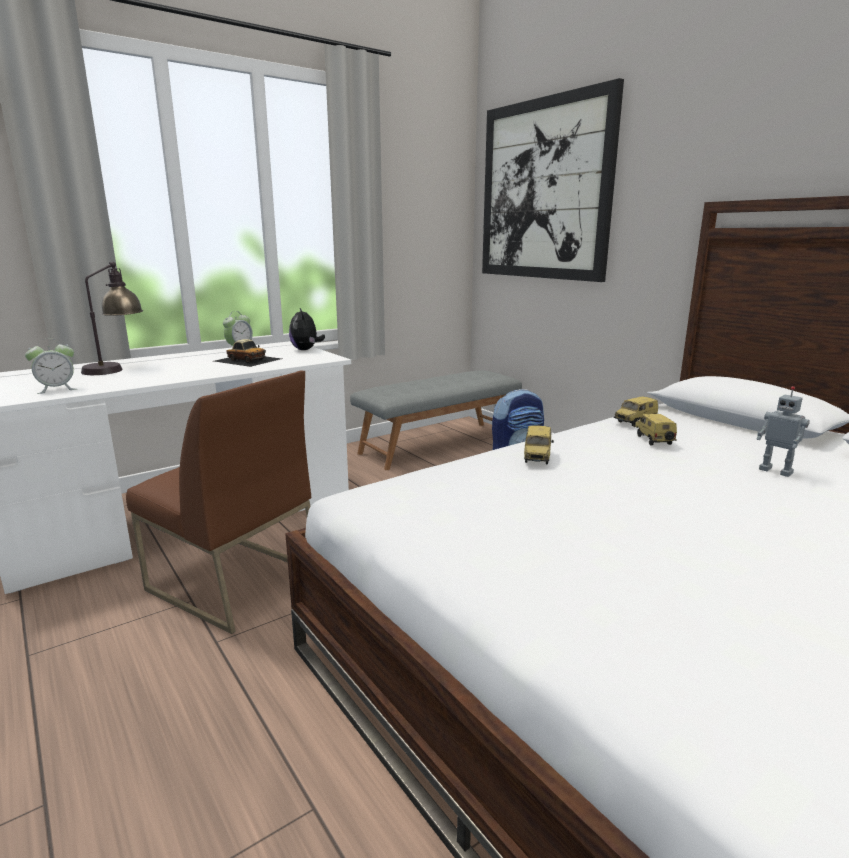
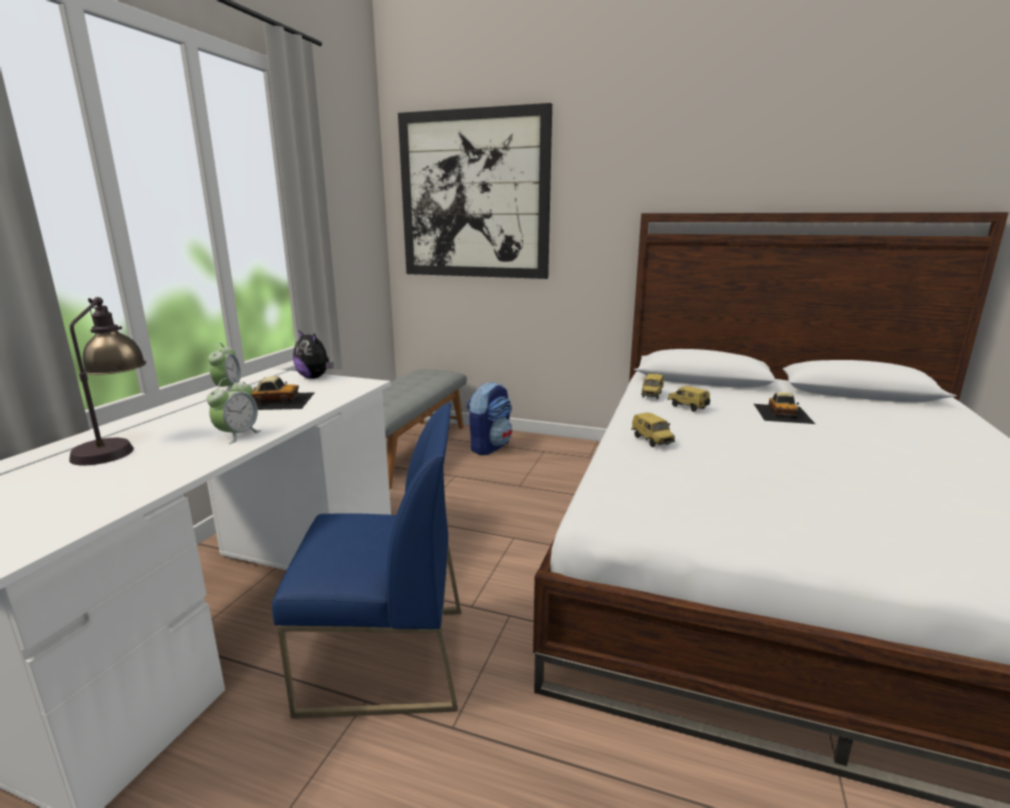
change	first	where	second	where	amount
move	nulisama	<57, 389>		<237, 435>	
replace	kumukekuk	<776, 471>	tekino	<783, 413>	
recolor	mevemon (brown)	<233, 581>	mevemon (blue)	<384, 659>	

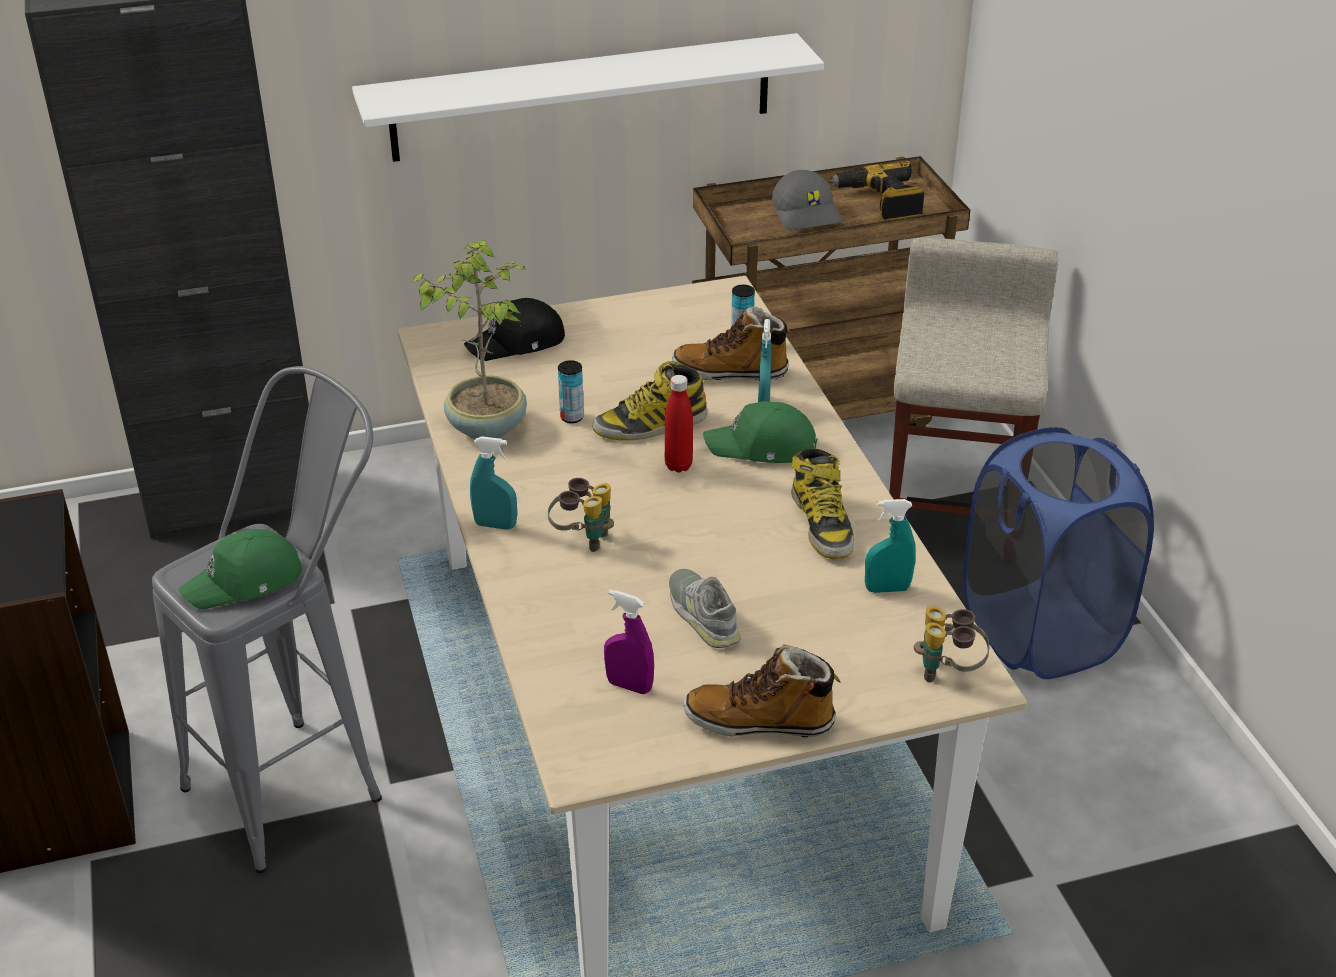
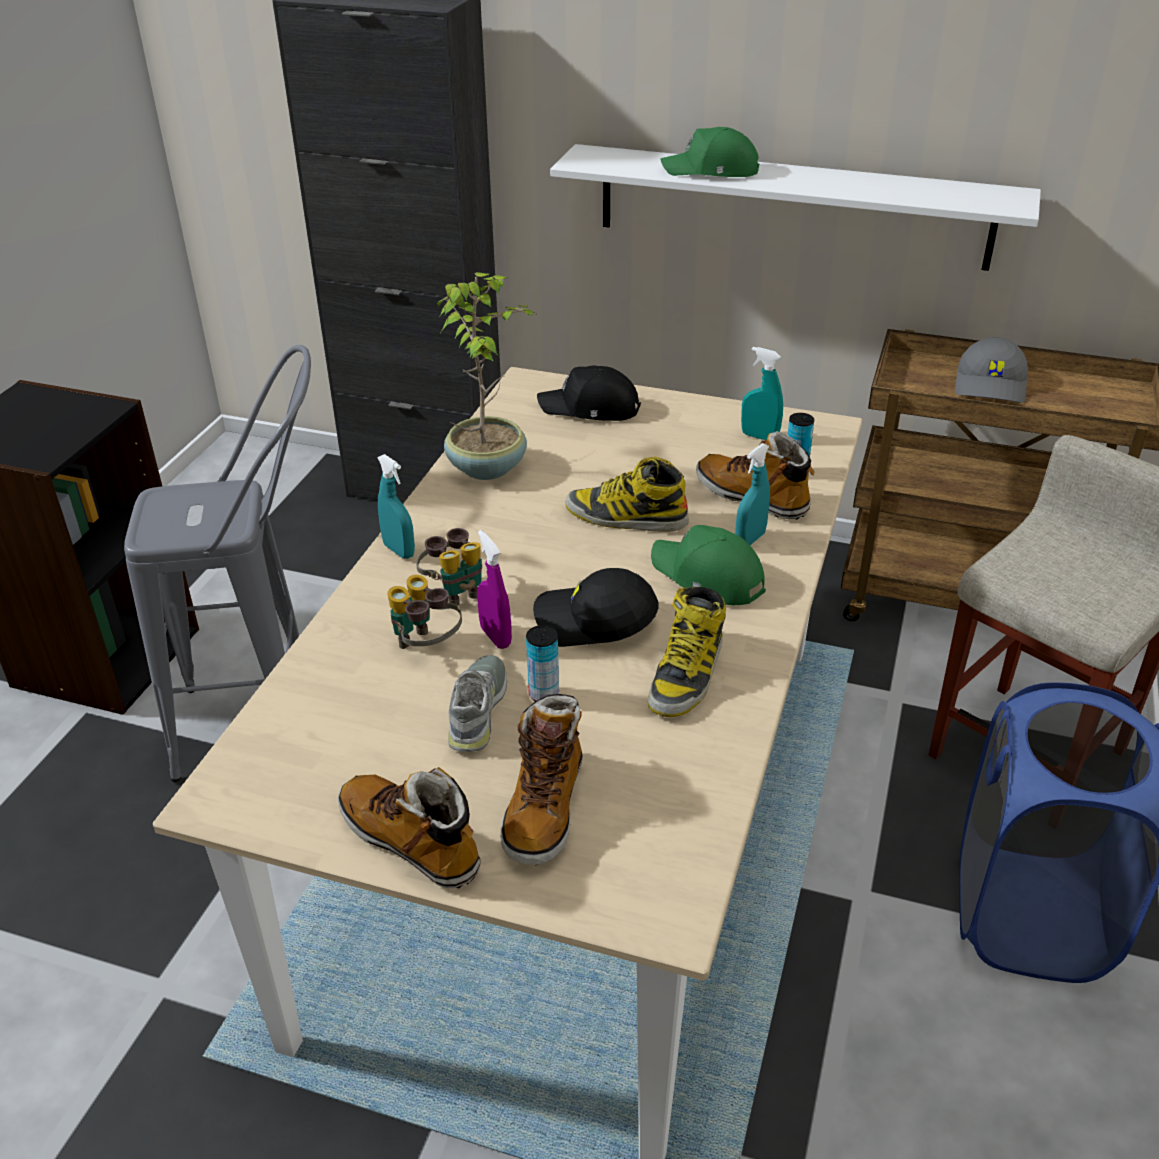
change	first	where	second	where	amount
delete	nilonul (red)	<678, 465>			
delete	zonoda	<880, 202>			
insert			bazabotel	<544, 808>	
insert			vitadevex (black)	<594, 622>	
move	vitadevex (green)	<245, 582>		<712, 171>	
move	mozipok	<572, 417>		<543, 694>	
move	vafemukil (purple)	<629, 686>		<495, 637>	
move	vafemukil (turquoise)	<887, 589>		<759, 437>	
move	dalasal	<947, 672>		<426, 647>	

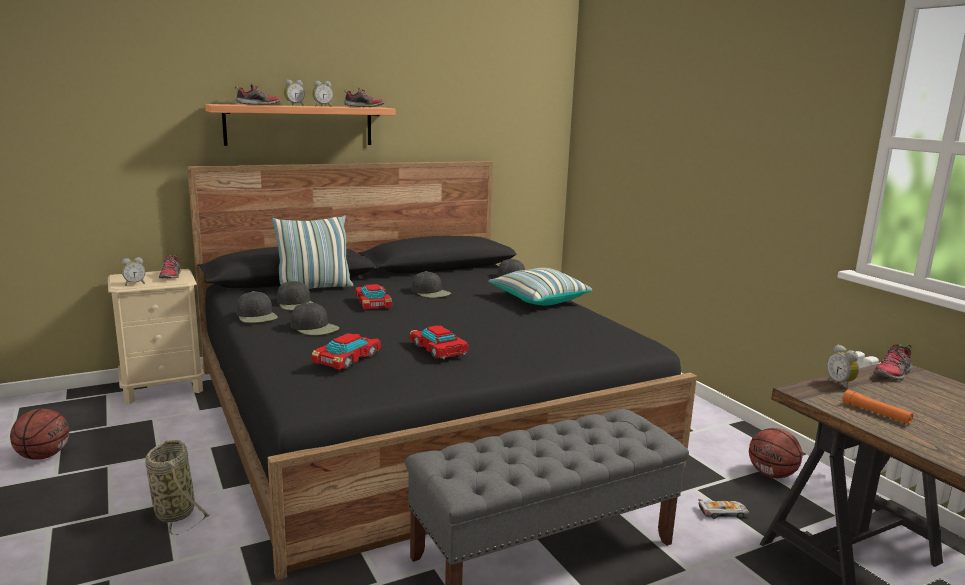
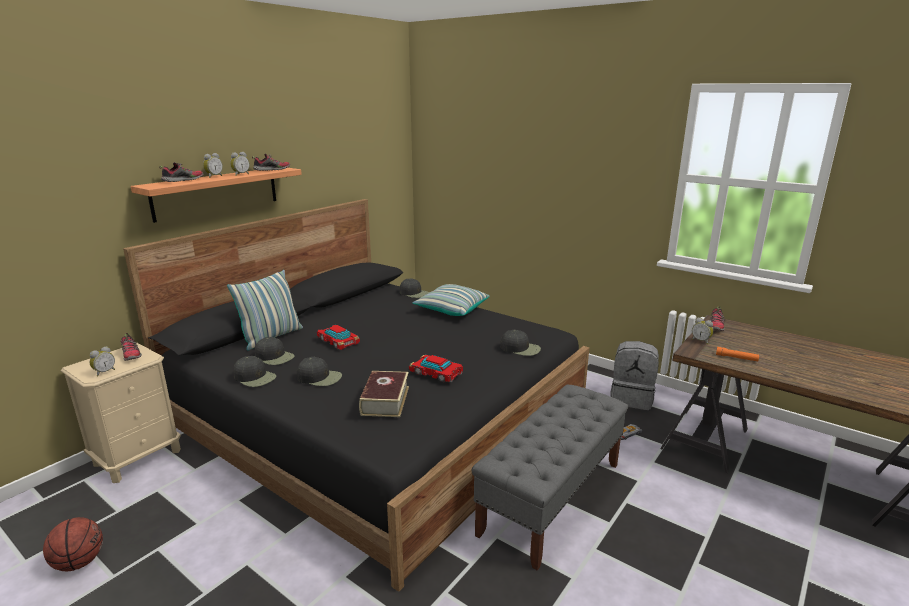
change	first	where	second	where	amount
delete	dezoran	<174, 511>			
move	vitadevex (black)	<431, 292>		<520, 348>	
replace	tekino	<348, 358>	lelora	<385, 400>	
replace	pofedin	<771, 474>	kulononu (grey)	<632, 398>	

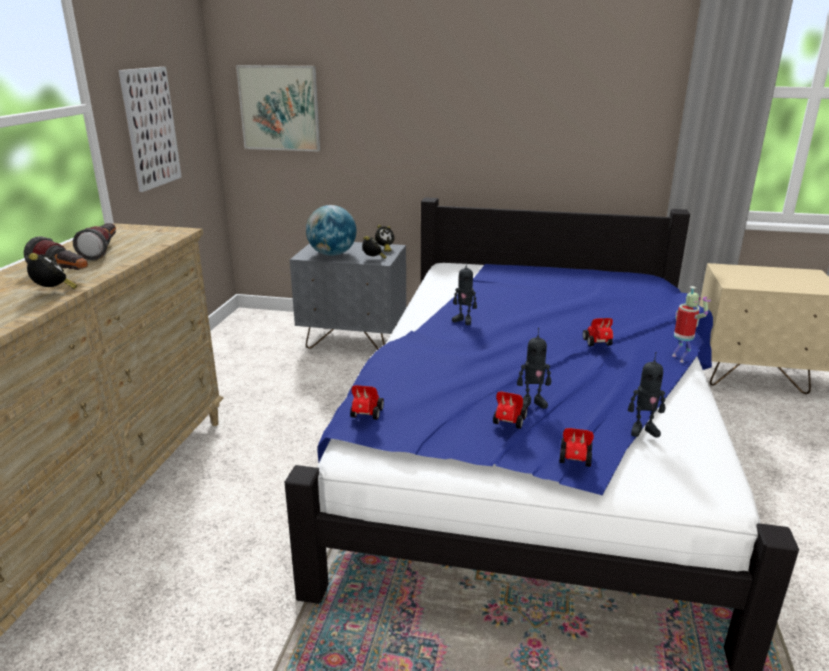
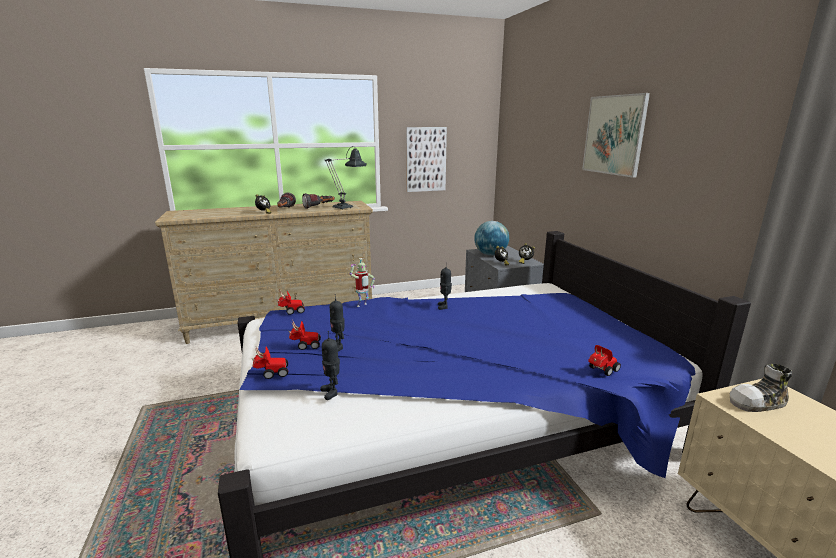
change	first	where	second	where	amount
insert			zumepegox	<346, 207>	
insert			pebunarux	<759, 403>	
move	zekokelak	<279, 108>		<614, 135>	
move	tekino	<598, 344>		<601, 371>	
move	kumukekuk	<680, 358>		<362, 305>	

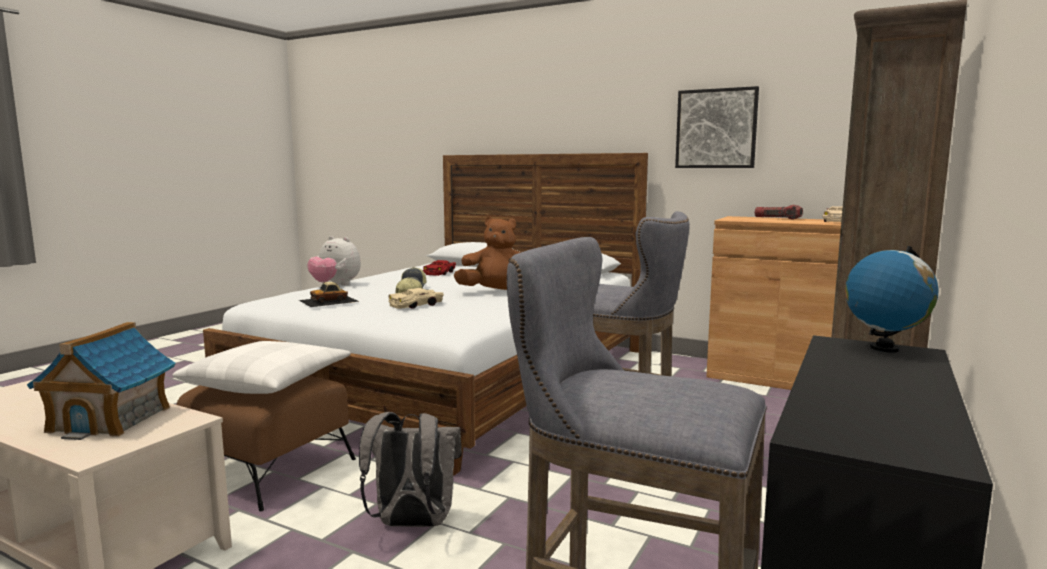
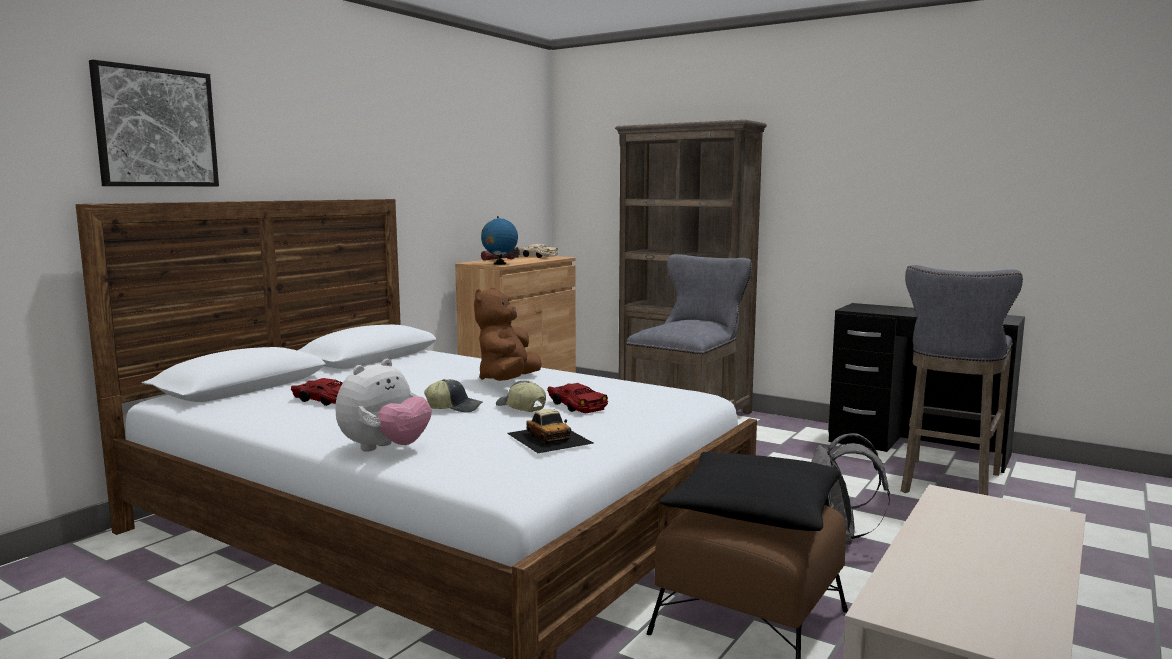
change	first	where	second	where	amount
delete	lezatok	<111, 419>			
move	zekokelak	<716, 129>		<156, 127>	
move	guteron	<884, 348>		<499, 264>	
recolor	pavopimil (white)	<267, 381>	pavopimil (black)	<753, 509>	
recolor	tekino (beige)	<417, 305>	tekino (red)	<576, 406>	

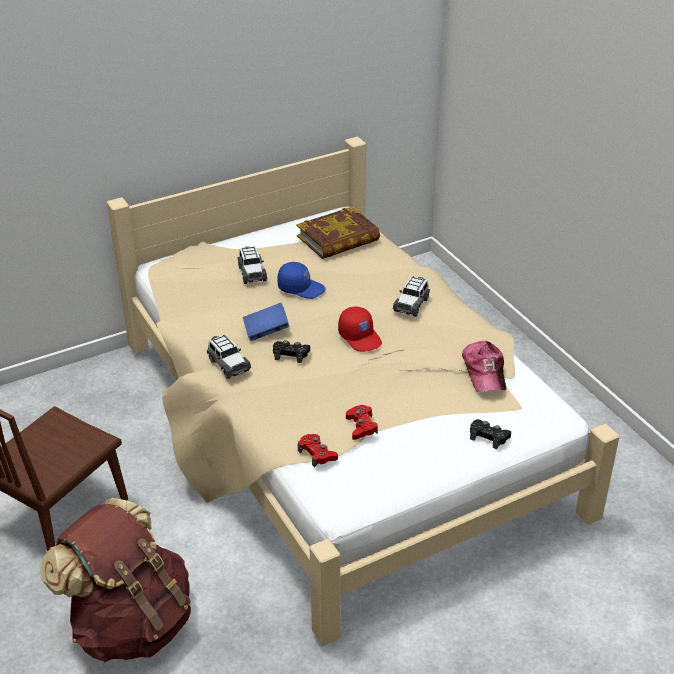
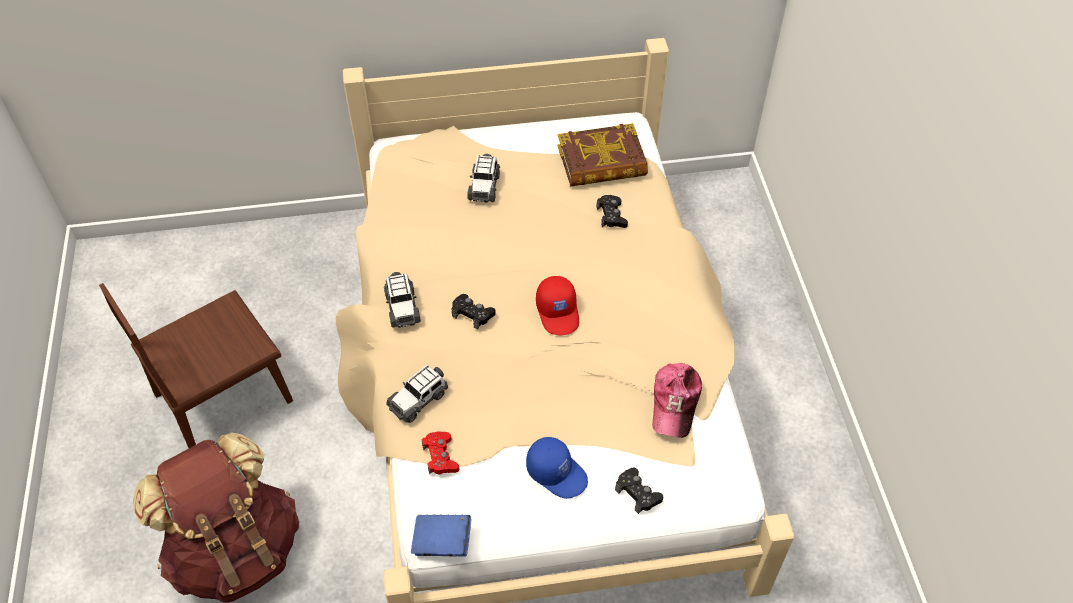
change	first	where	second	where	amount
delete	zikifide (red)	<361, 426>			
insert			zikifide (black)	<611, 216>	
move	lelora (blue)	<266, 331>		<442, 542>	
move	vitadevex (blue)	<301, 288>		<557, 472>	
move	tekino	<411, 304>		<418, 399>	

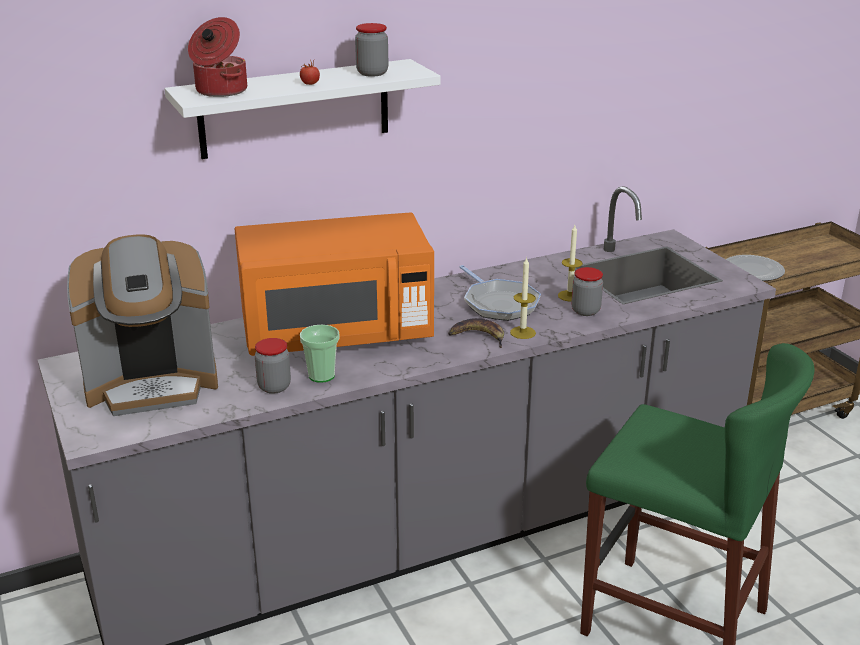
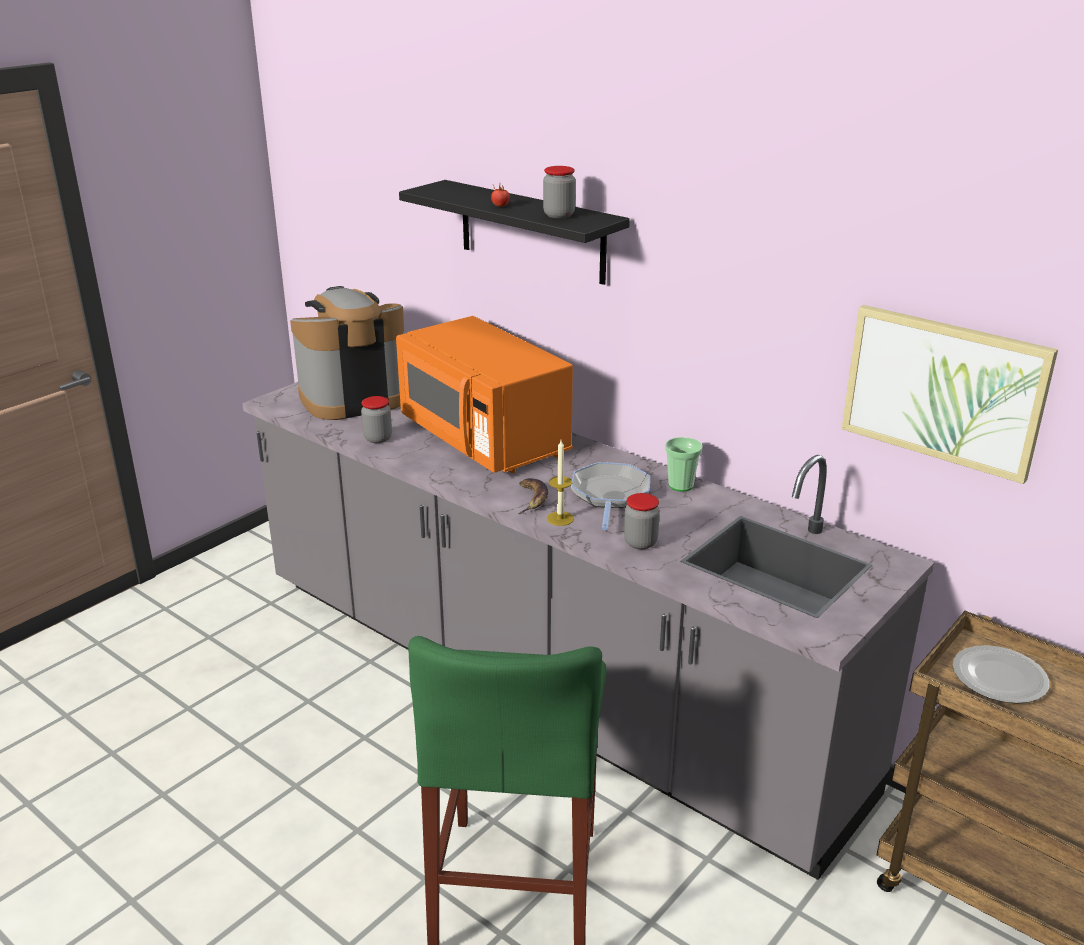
change	first	where	second	where	amount
delete	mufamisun	<220, 91>			
delete	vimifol	<569, 296>			
insert			zekokelak	<943, 390>	
move	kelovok	<321, 375>		<681, 485>	
recolor	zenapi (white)	<295, 109>	zenapi (black)	<532, 232>	
rotate	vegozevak	<152, 383>		<353, 398>	105 degrees clockwise
rotate	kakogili	<499, 303>		<610, 495>	150 degrees clockwise

